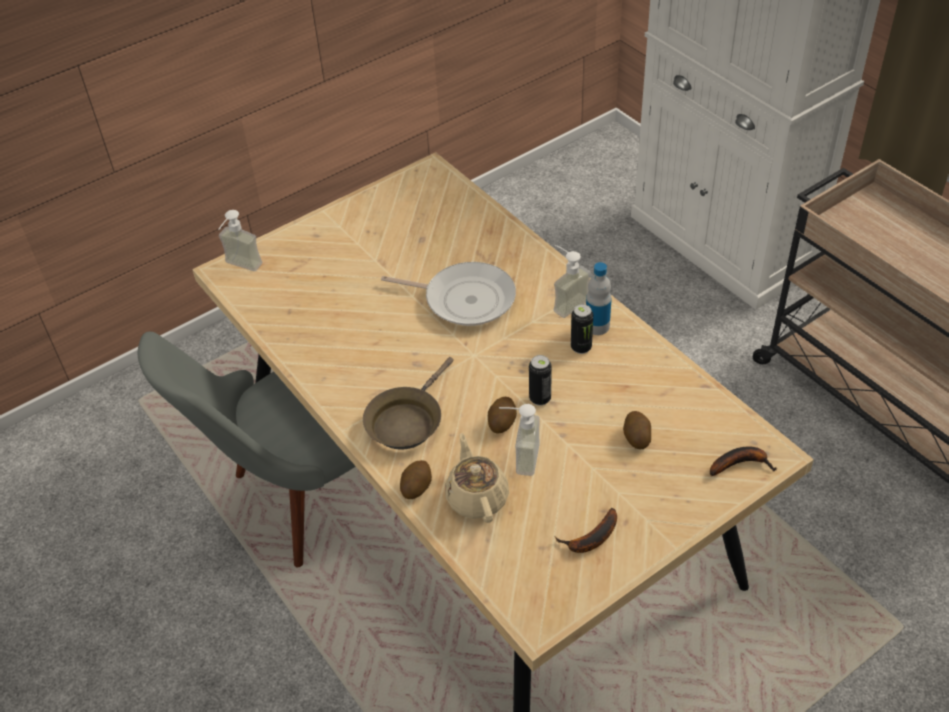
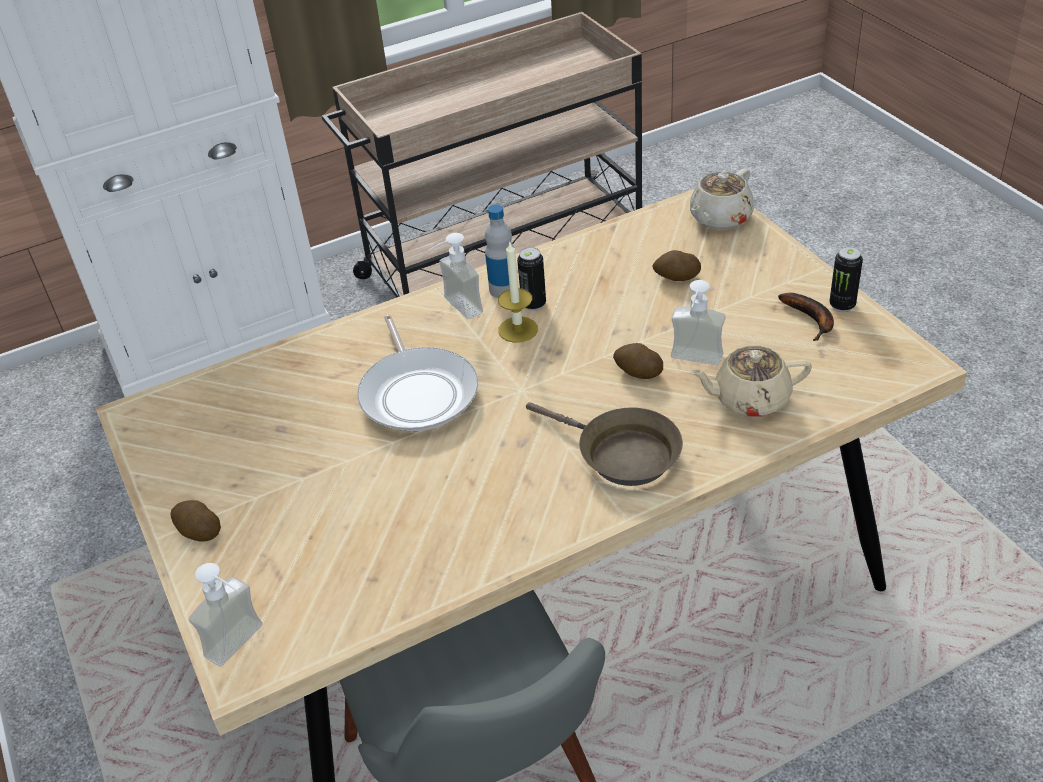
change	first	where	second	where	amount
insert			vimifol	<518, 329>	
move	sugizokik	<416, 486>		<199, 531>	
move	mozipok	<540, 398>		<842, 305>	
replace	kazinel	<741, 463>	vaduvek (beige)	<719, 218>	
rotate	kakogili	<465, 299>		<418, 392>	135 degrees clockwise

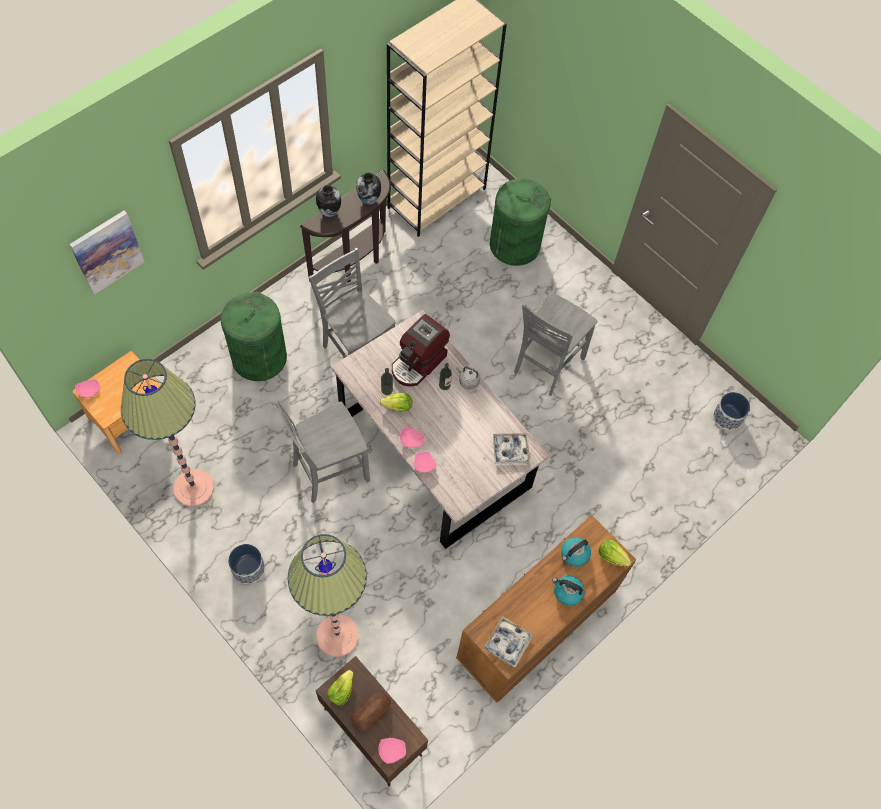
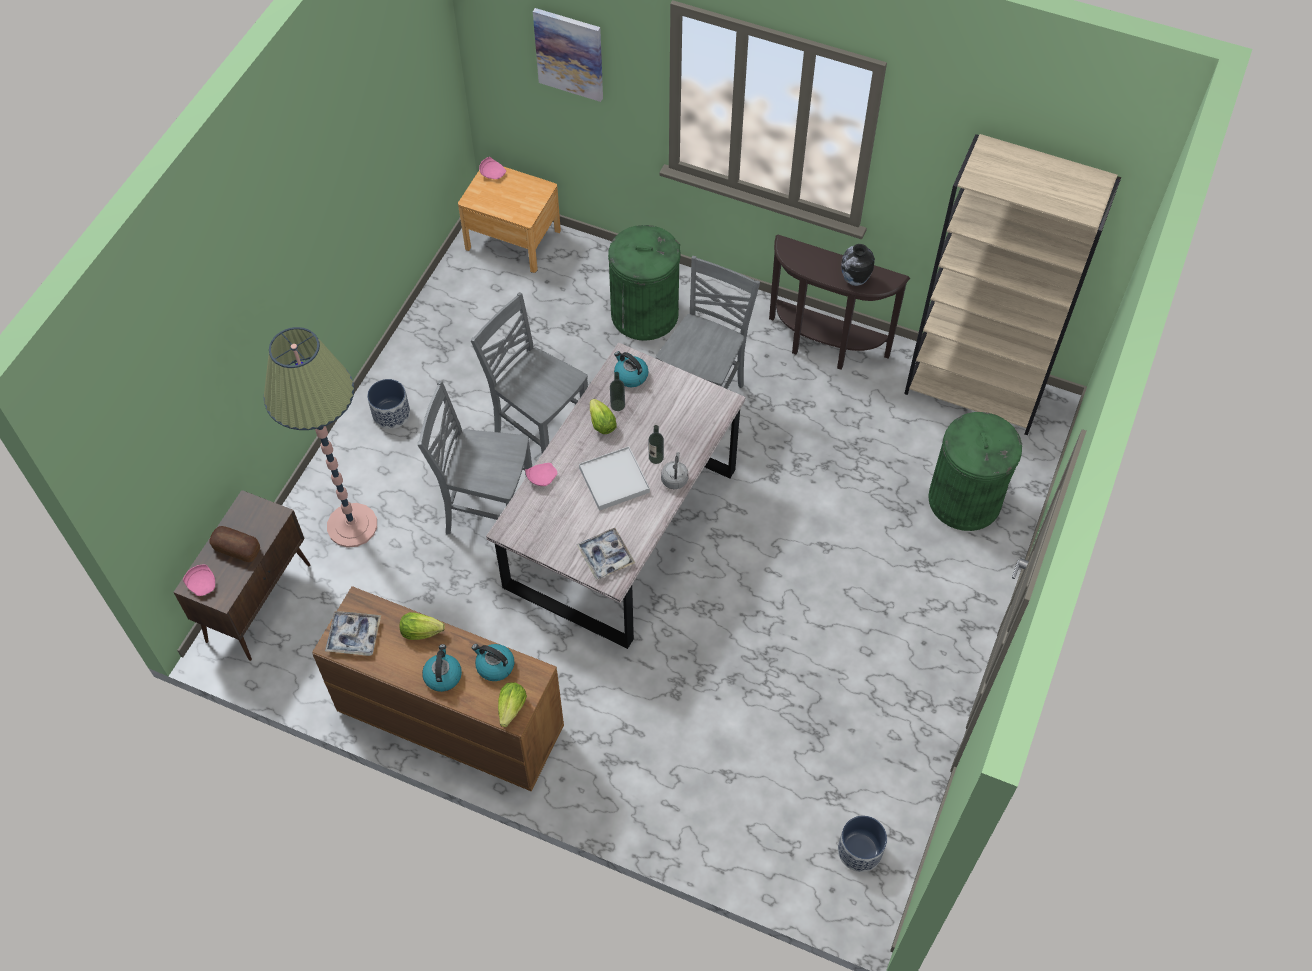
change	first	where	second	where	amount
delete	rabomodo	<193, 488>			
delete	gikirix	<329, 212>			
delete	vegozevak	<418, 363>			
delete	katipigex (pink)	<411, 439>			
insert			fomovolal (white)	<614, 480>	
insert			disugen	<630, 375>	
move	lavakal	<341, 691>		<421, 631>	
move	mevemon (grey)	<546, 365>		<488, 515>	

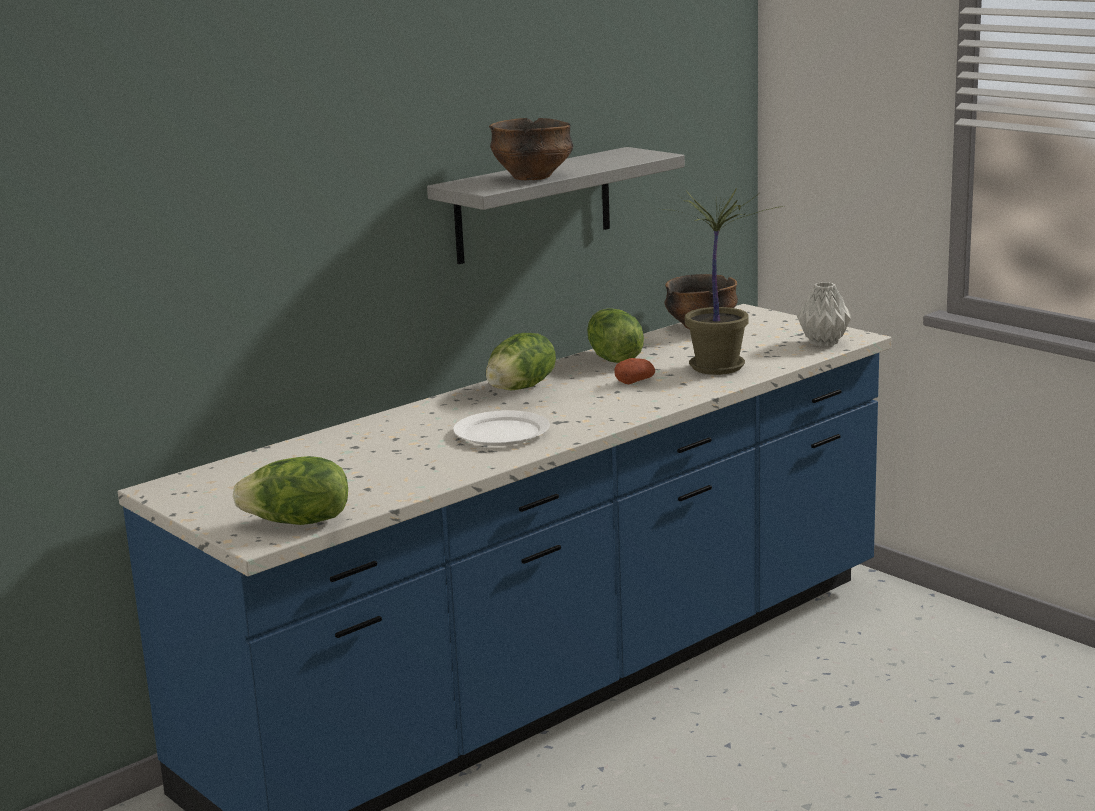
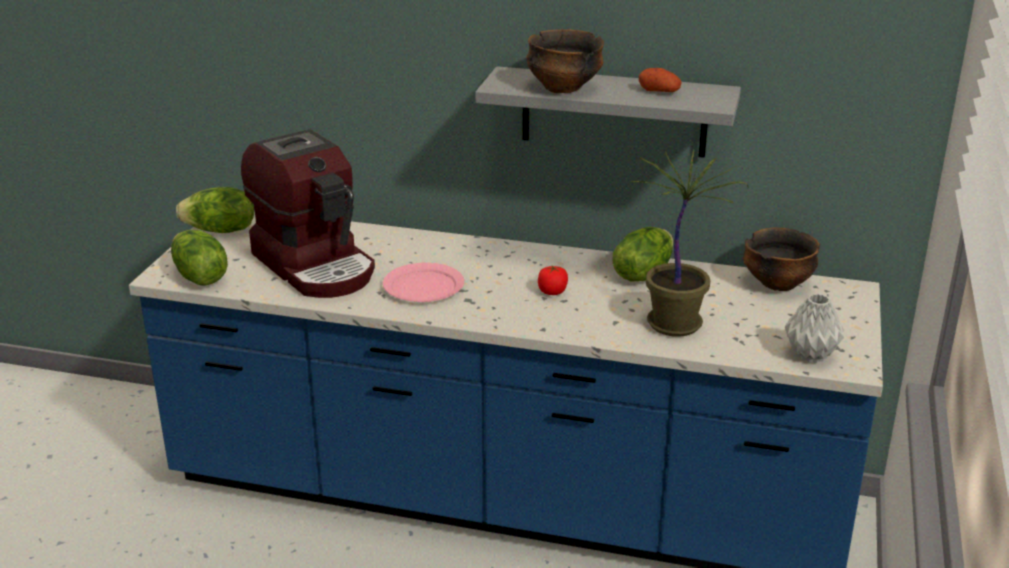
change	first	where	second	where	amount
insert			vegozevak	<316, 265>	
insert			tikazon	<552, 291>	
move	lavakal	<522, 388>		<220, 231>	
move	sugizokik	<634, 381>		<659, 91>	
recolor	katipigex (white)	<501, 433>	katipigex (pink)	<423, 286>	

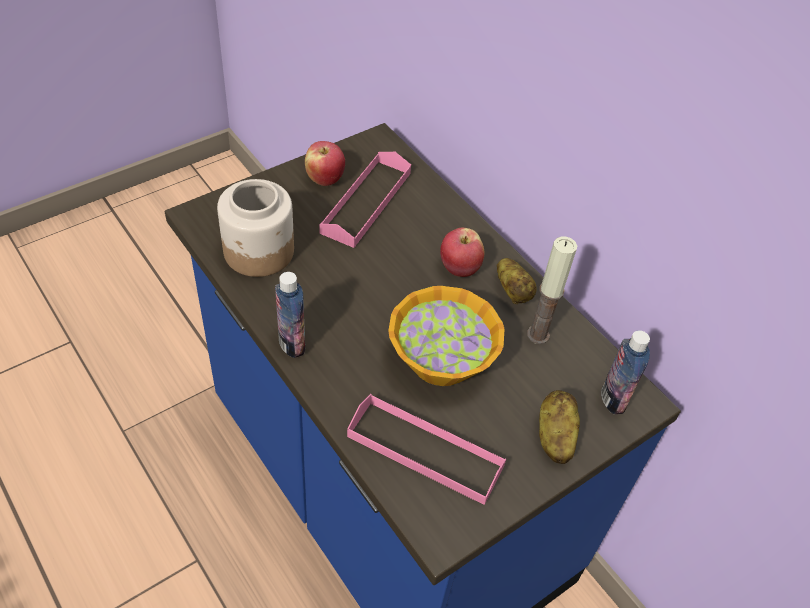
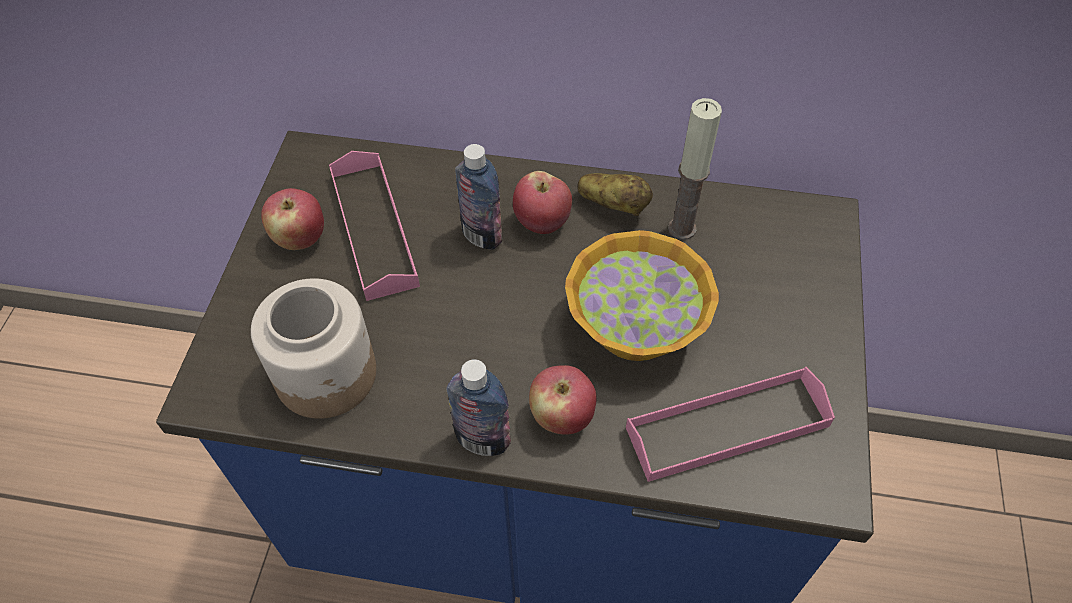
change	first	where	second	where	amount
delete	sugizokik	<554, 436>			
insert			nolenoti	<561, 416>	
move	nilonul	<613, 398>		<481, 235>	

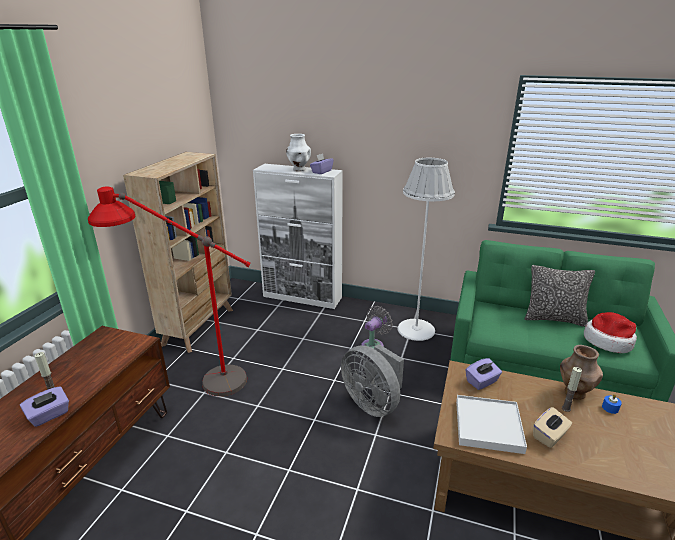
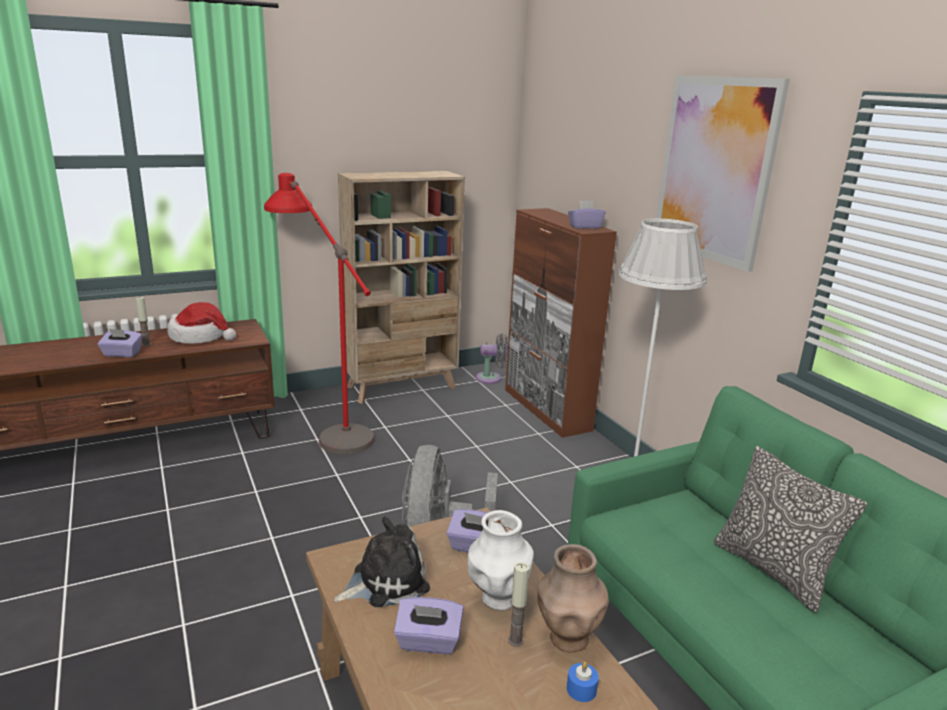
change	first	where	second	where	amount
insert			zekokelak	<714, 169>	
move	gikirix (white)	<299, 169>		<498, 599>	
move	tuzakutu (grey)	<374, 345>		<491, 378>	
move	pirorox	<608, 341>		<200, 336>	
replace	fomovolal (white)	<488, 426>	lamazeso	<385, 581>	
recolor	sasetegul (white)	<302, 297>	sasetegul (brown)	<547, 410>	
recolor	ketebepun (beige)	<549, 436>	ketebepun (purple)	<428, 642>	

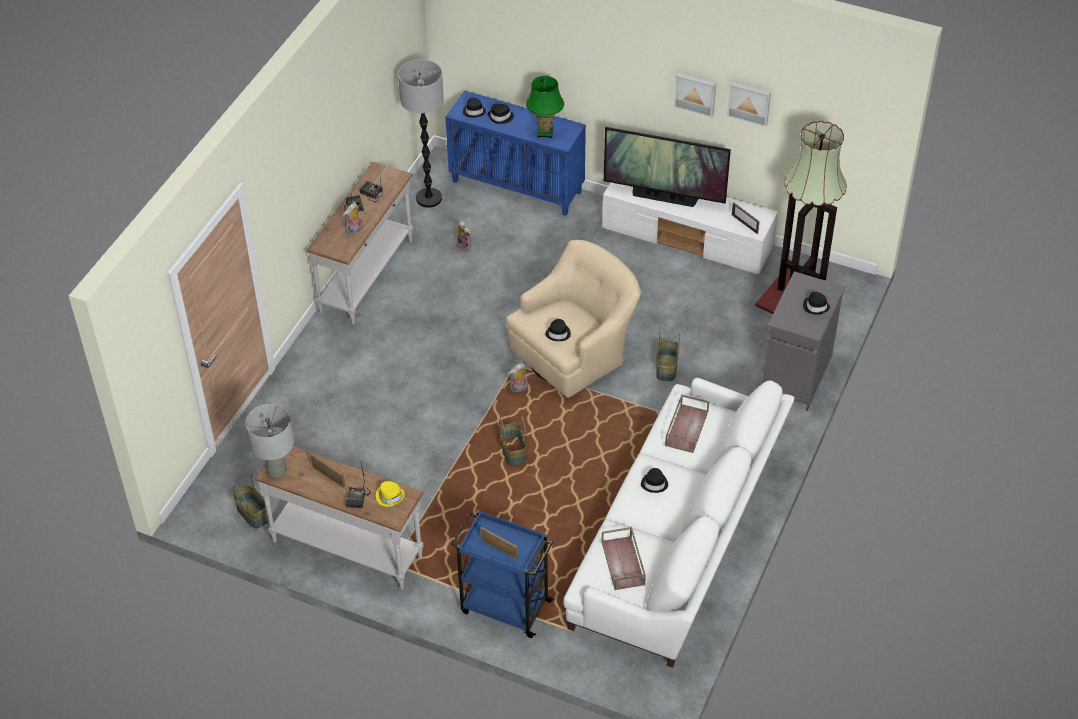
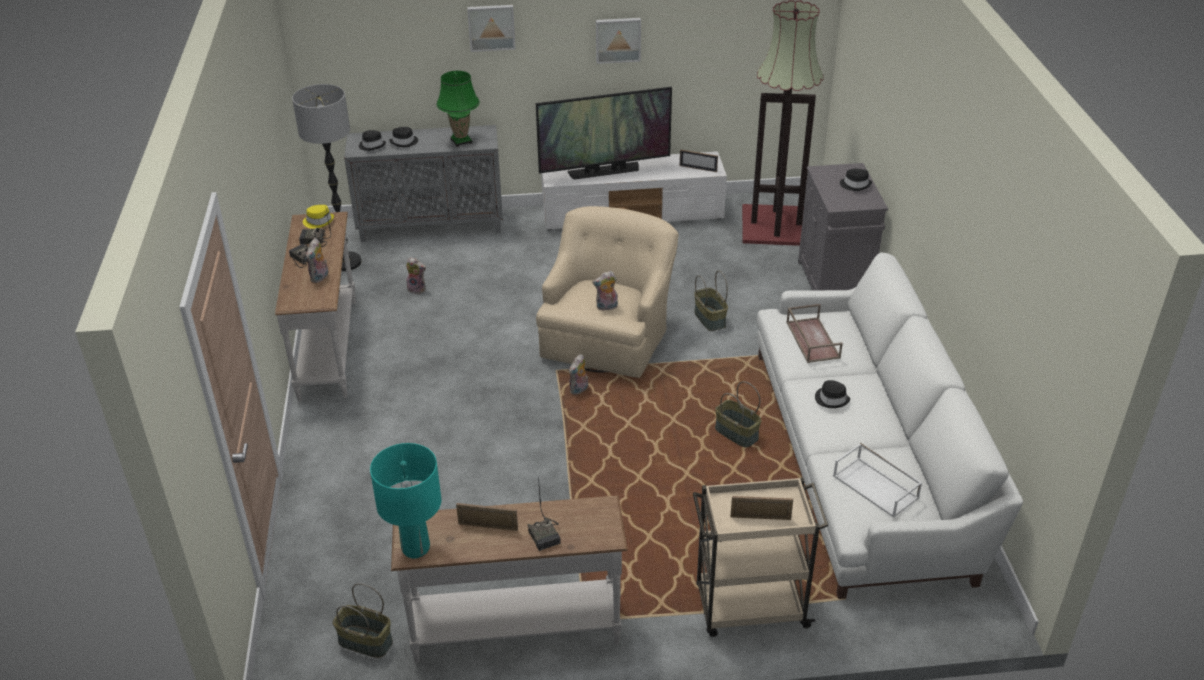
change	first	where	second	where	amount
move	pirorox (yellow)	<390, 496>		<319, 221>	
move	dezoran	<512, 451>		<735, 434>	
move	zekokelak	<749, 102>		<491, 27>	
replace	pirorox (black)	<558, 333>	lamazeso	<606, 307>	
recolor	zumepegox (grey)	<277, 471>	zumepegox (turquoise)	<416, 548>	
recolor	sasetegul (blue)	<517, 186>	sasetegul (grey)	<432, 225>	
recolor	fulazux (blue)	<504, 606>	fulazux (beige)	<749, 607>	
recolor	fomovolal (brown)	<624, 563>	fomovolal (white)	<876, 487>	

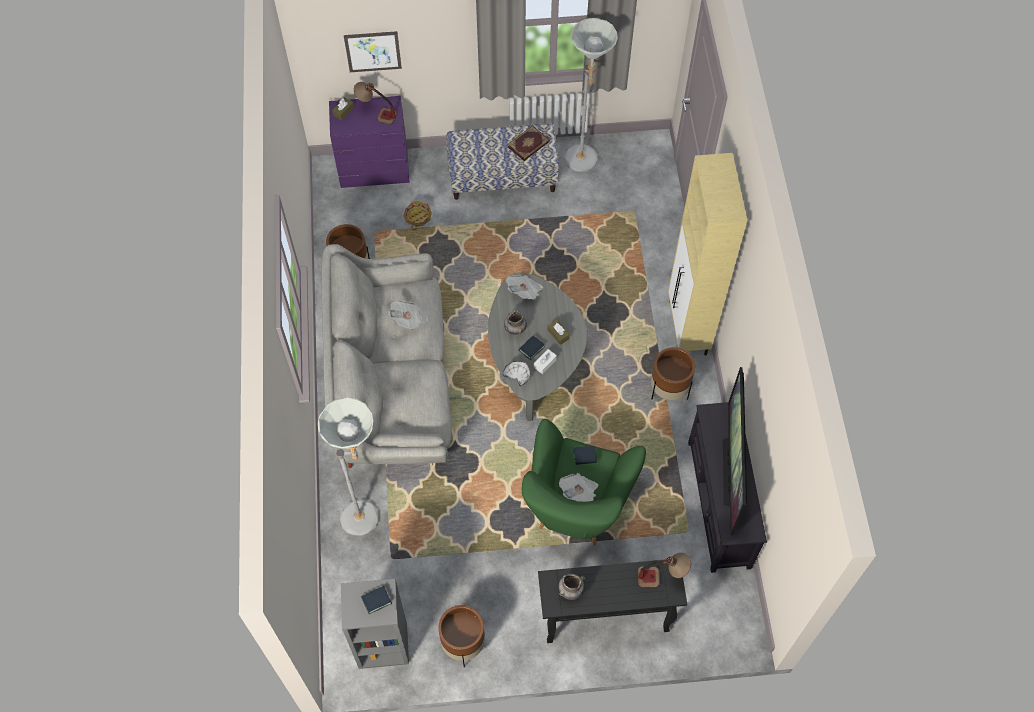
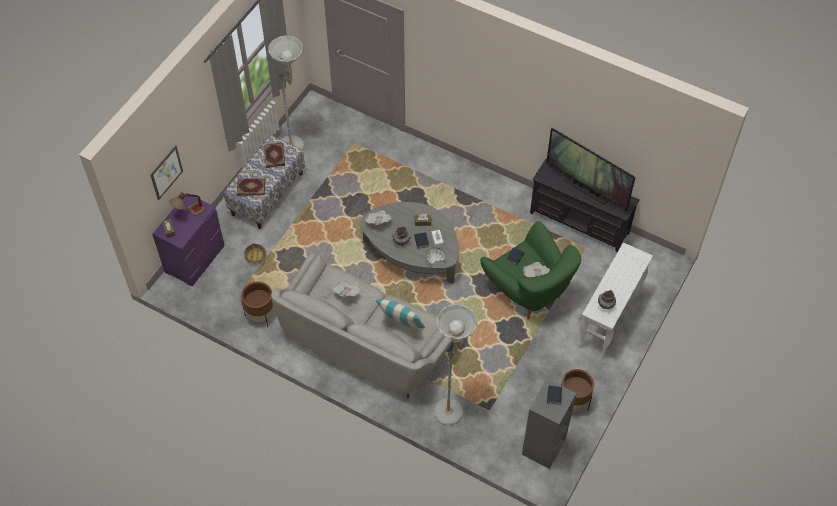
change	first	where	second	where	amount
delete	zumepegox	<661, 577>			
delete	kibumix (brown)	<668, 390>			
delete	sasetegul (beige)	<687, 328>			
insert			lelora	<251, 187>	
insert			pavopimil	<400, 324>	
recolor	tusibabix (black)	<604, 619>	tusibabix (white)	<608, 321>	

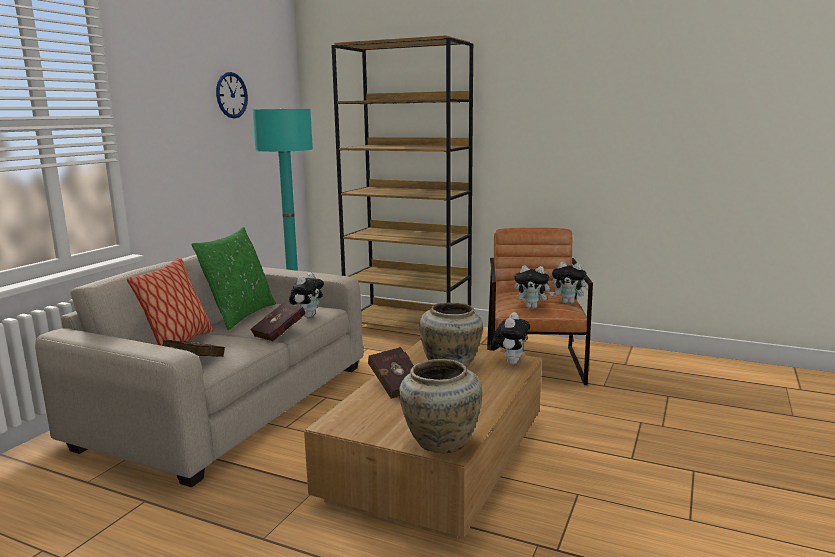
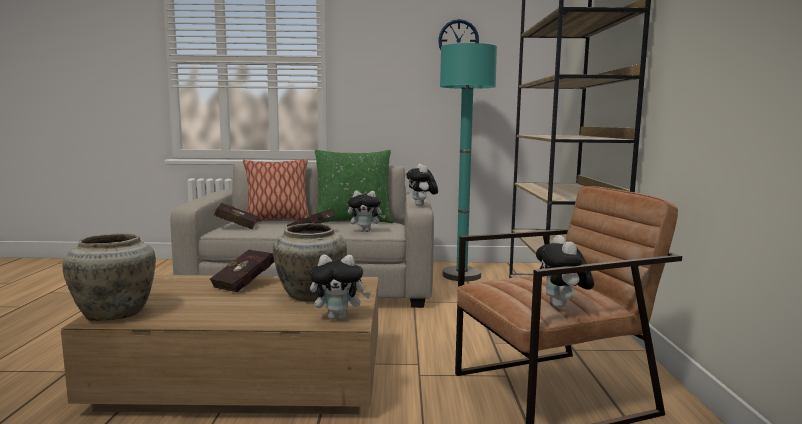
change	first	where	second	where	amount
move	lamazeso	<532, 307>		<422, 206>	

